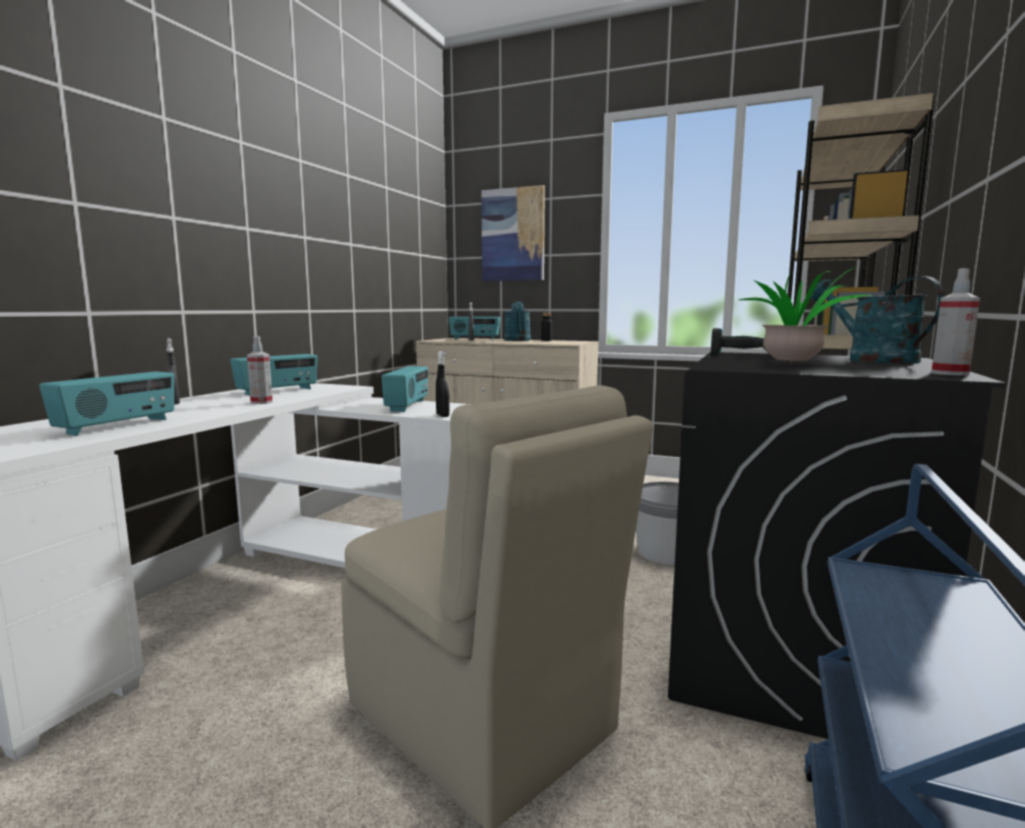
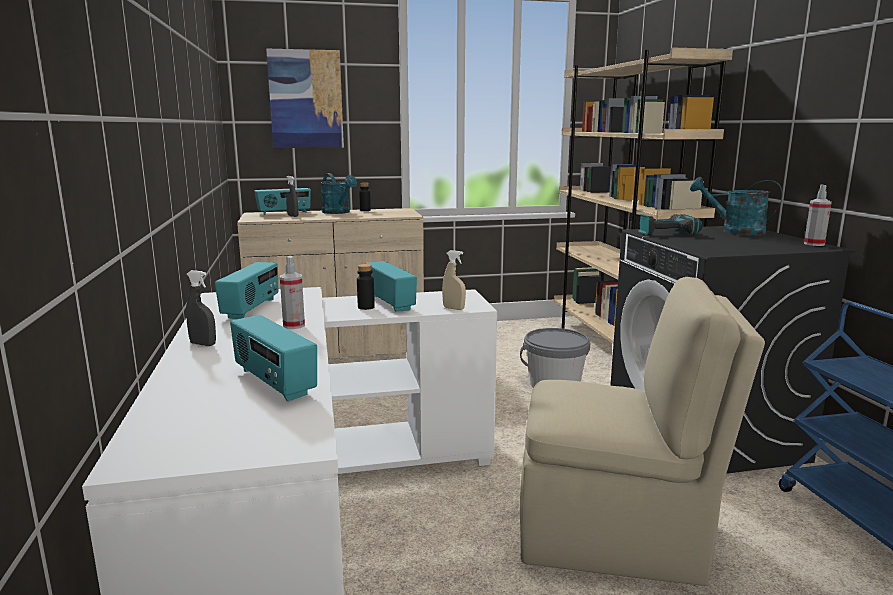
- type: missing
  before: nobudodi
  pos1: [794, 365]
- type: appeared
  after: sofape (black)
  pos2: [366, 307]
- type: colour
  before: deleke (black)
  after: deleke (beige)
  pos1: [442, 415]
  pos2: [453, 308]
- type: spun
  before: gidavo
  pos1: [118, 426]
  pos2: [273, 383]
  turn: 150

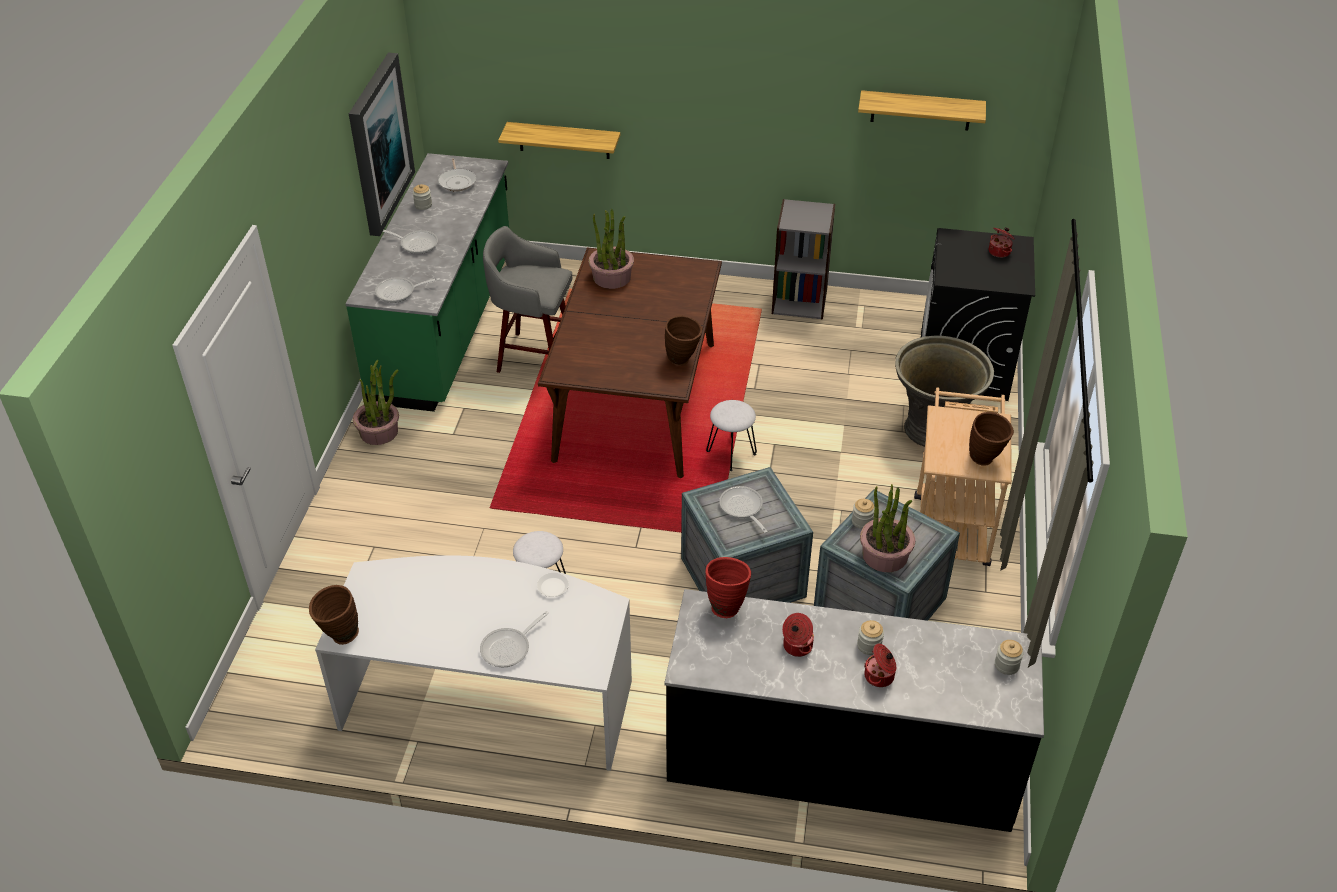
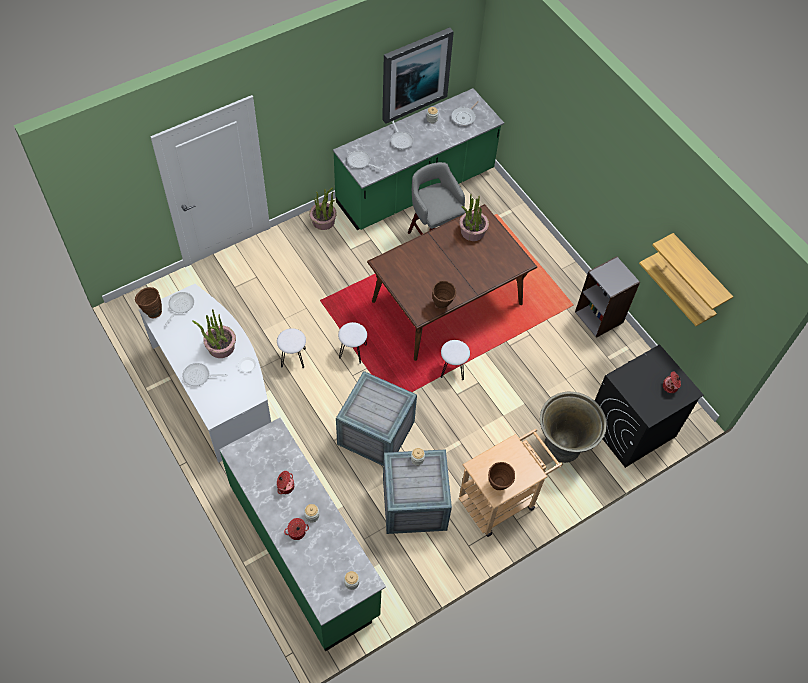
- type: missing
  before: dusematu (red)
  pos1: [726, 605]
- type: appeared
  after: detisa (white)
  pos2: [352, 351]
- type: relocated
  before: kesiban
  pos1: [564, 140]
  pos2: [684, 288]
- type: relocated
  before: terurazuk
  pos1: [742, 508]
  pos2: [180, 306]
- type: relocated
  before: nobudodi
  pos1: [884, 555]
  pos2: [220, 347]
- type: colour
  before: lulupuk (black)
  after: lulupuk (green)
  pos1: [841, 759]
  pos2: [304, 550]

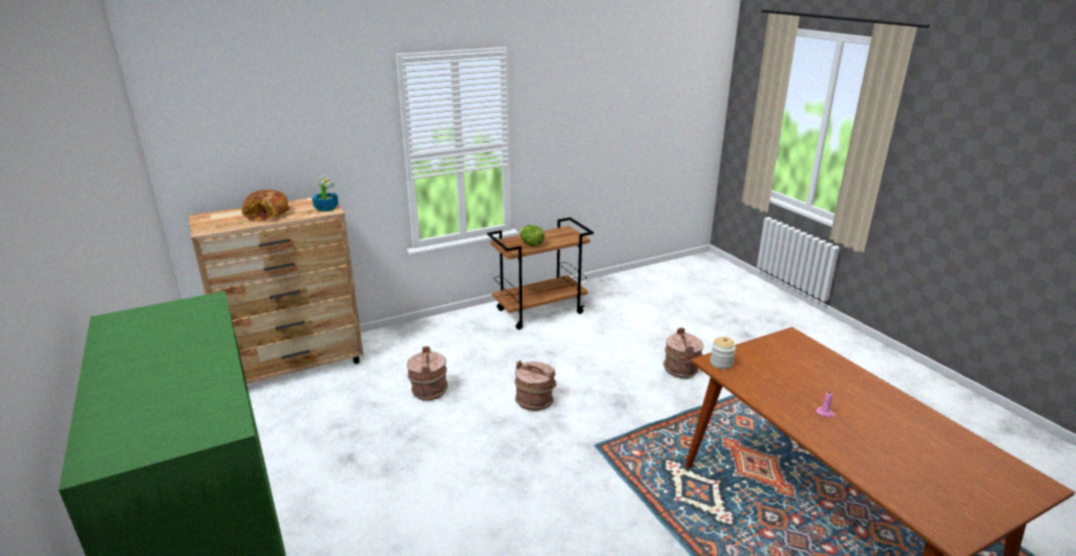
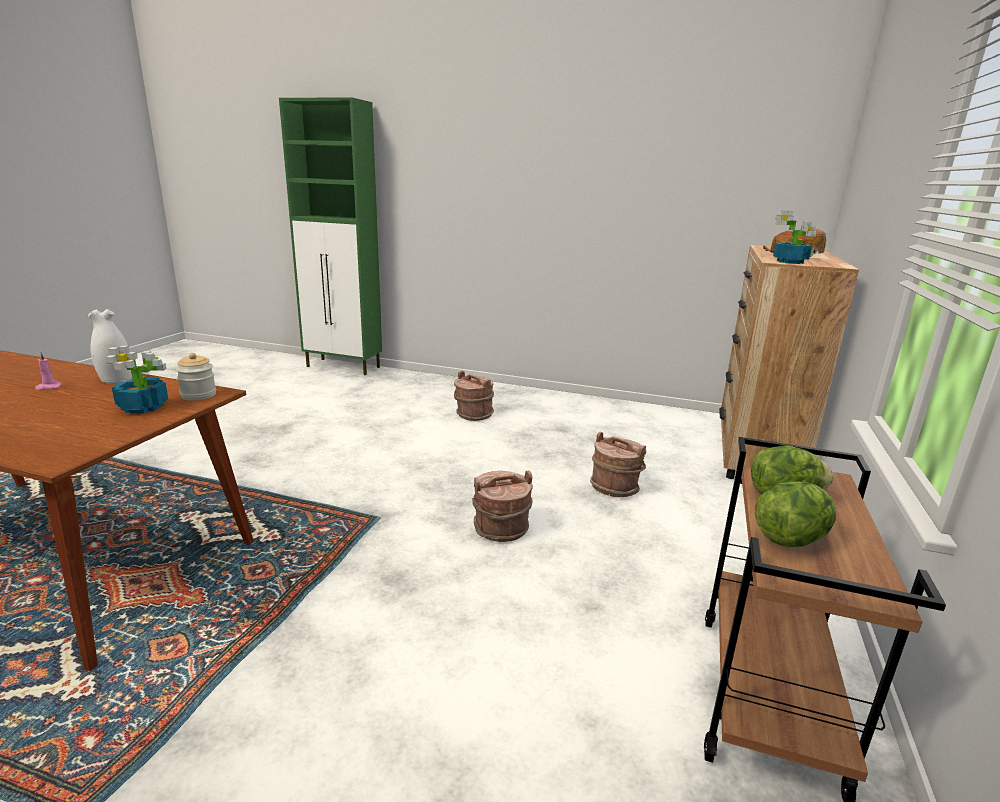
- type: appeared
  after: dusematu (white)
  pos2: [116, 379]
- type: appeared
  after: nobudodi
  pos2: [144, 407]
- type: appeared
  after: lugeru
  pos2: [790, 539]
- type: relocated
  before: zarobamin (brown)
  pos1: [681, 370]
  pos2: [473, 414]

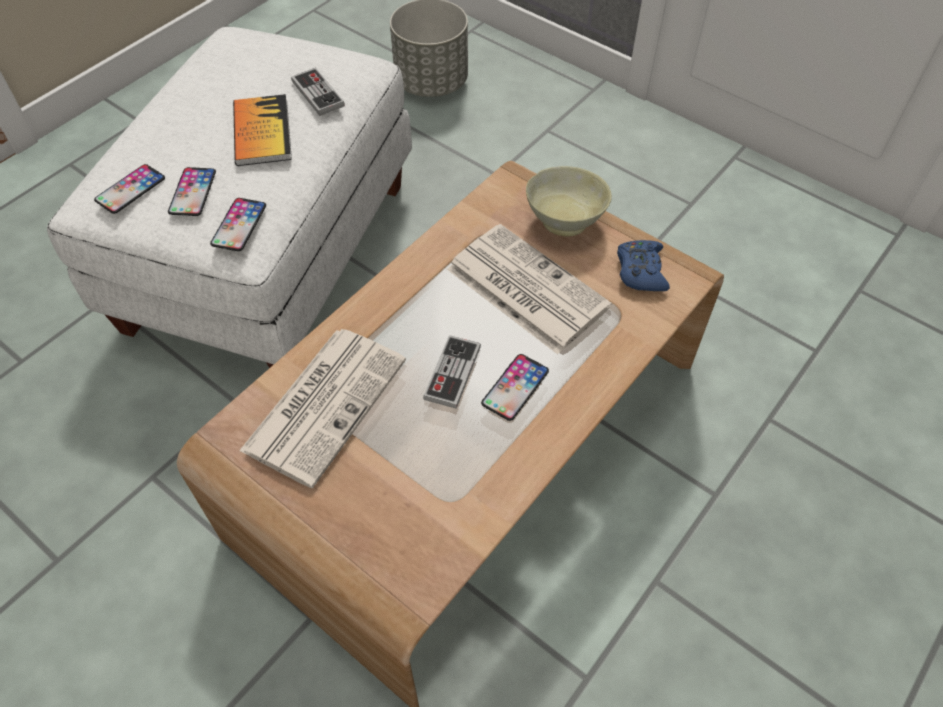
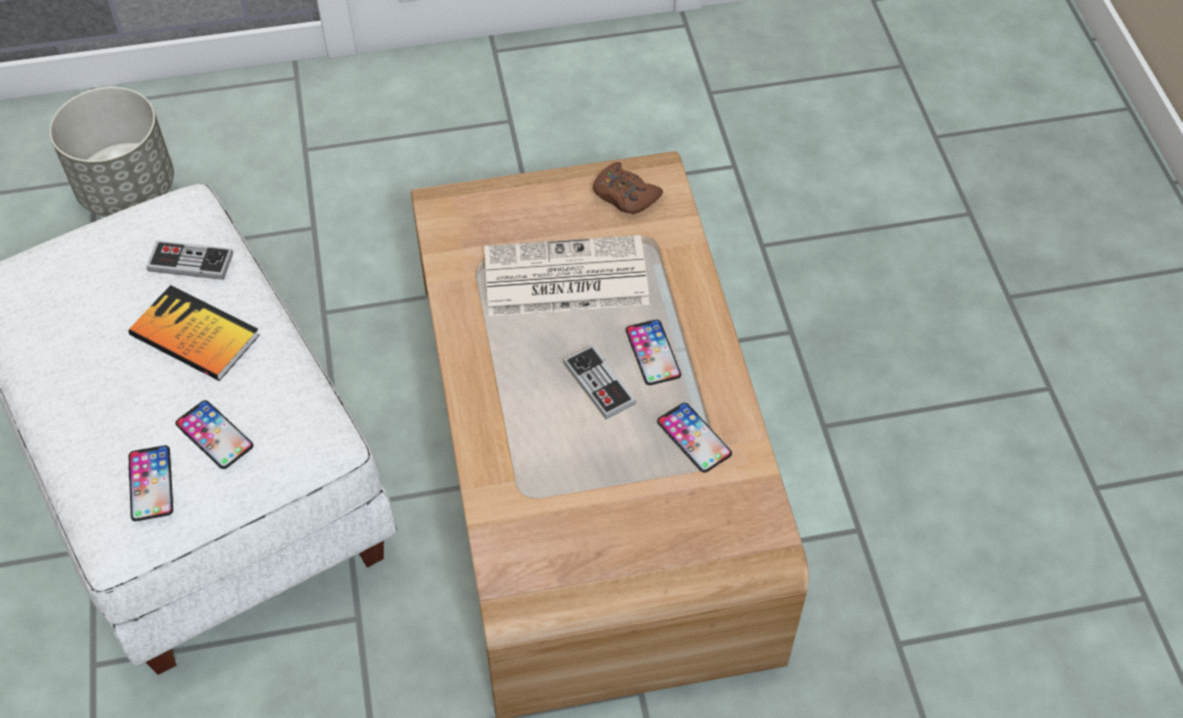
- type: missing
  before: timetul
  pos1: [325, 402]
- type: missing
  before: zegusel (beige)
  pos1: [566, 221]
- type: relocated
  before: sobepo
  pos1: [239, 225]
  pos2: [694, 438]
- type: colour
  before: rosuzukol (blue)
  after: rosuzukol (brown)
  pos1: [641, 271]
  pos2: [625, 195]

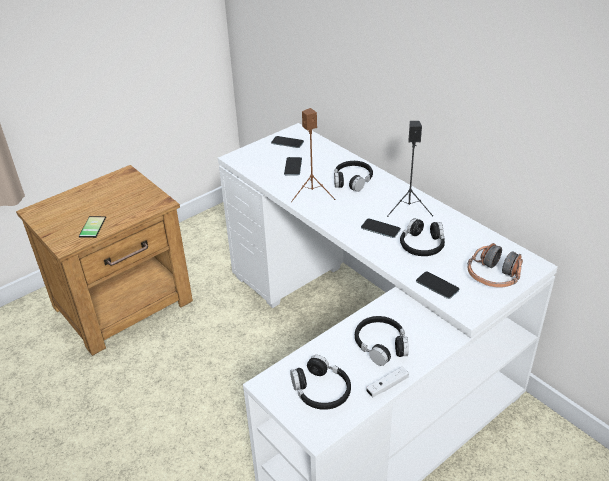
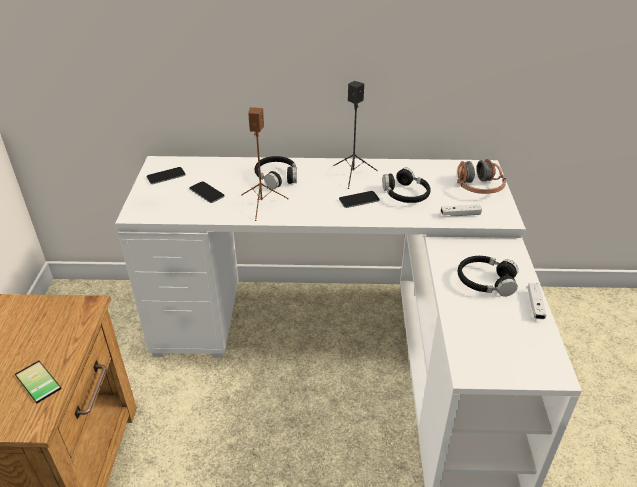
- type: missing
  before: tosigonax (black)
  pos1: [321, 391]
- type: exchanged
  before: sobepo
  after: rosuzukol (white)
  pos1: [437, 285]
  pos2: [460, 214]

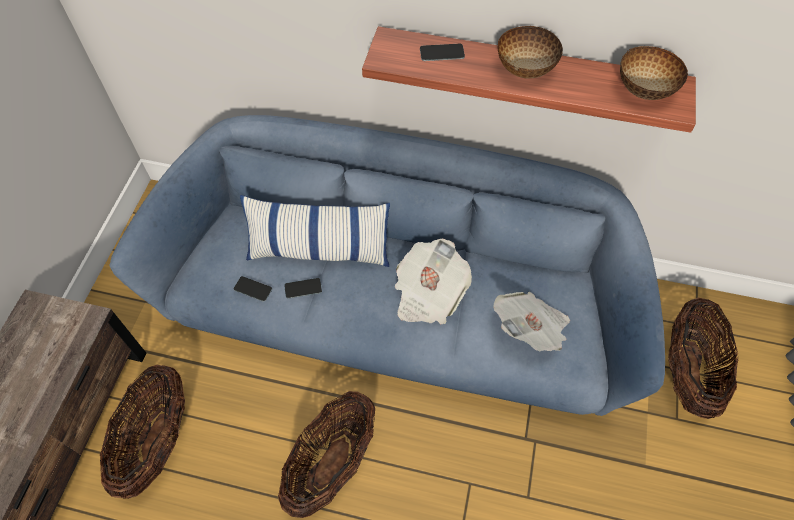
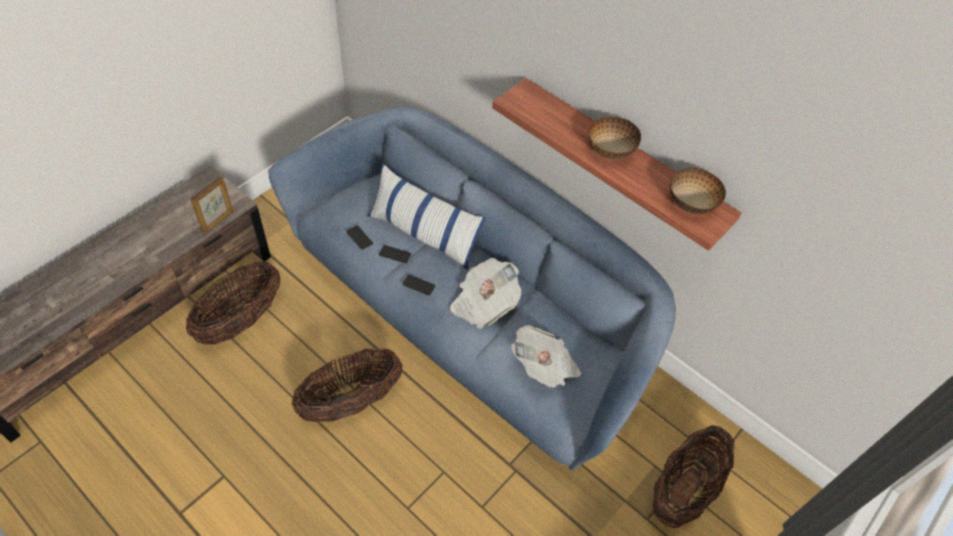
- type: appeared
  after: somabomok
  pos2: [218, 222]
- type: relocated
  before: sobepo
  pos1: [442, 53]
  pos2: [418, 285]

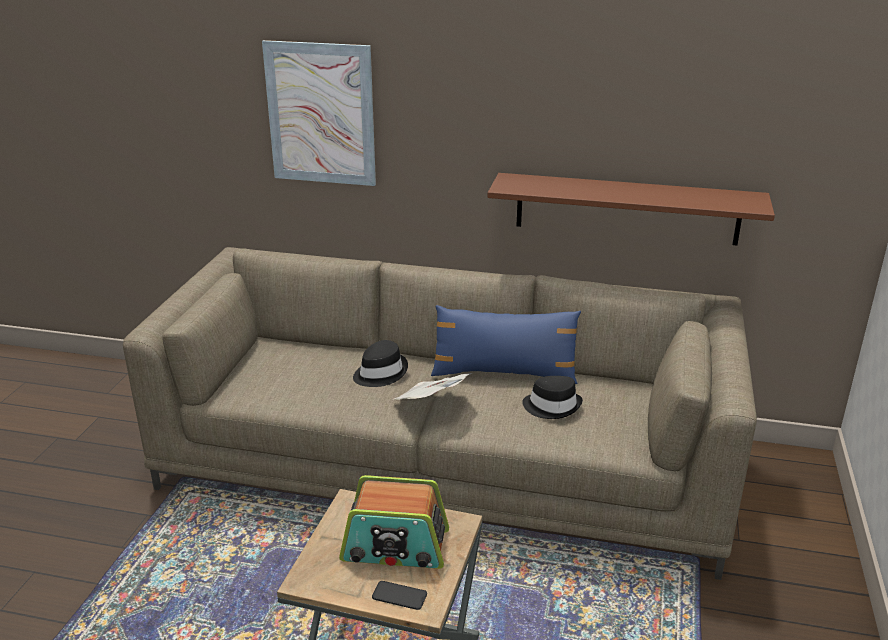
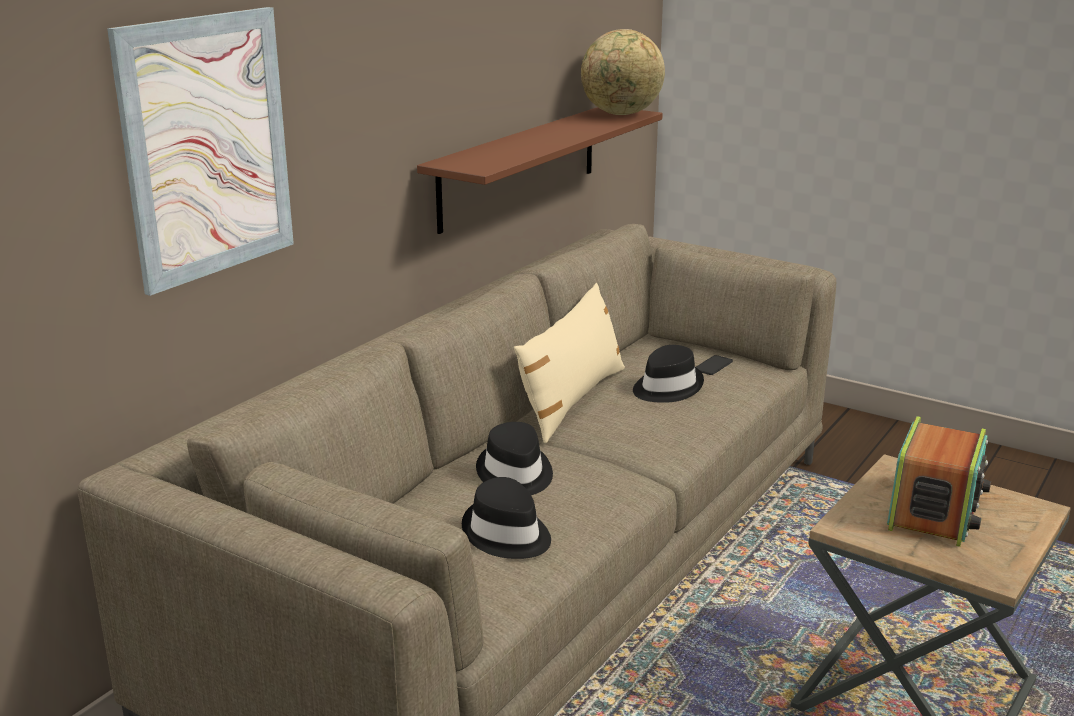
- type: missing
  before: timetul
  pos1: [432, 404]
- type: appeared
  after: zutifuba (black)
  pos2: [506, 535]
- type: appeared
  after: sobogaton
  pos2: [621, 114]
- type: relocated
  before: sobepo
  pos1: [399, 596]
  pos2: [713, 366]
- type: colour
  before: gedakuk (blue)
  after: gedakuk (beige)
  pos1: [504, 373]
  pos2: [571, 400]

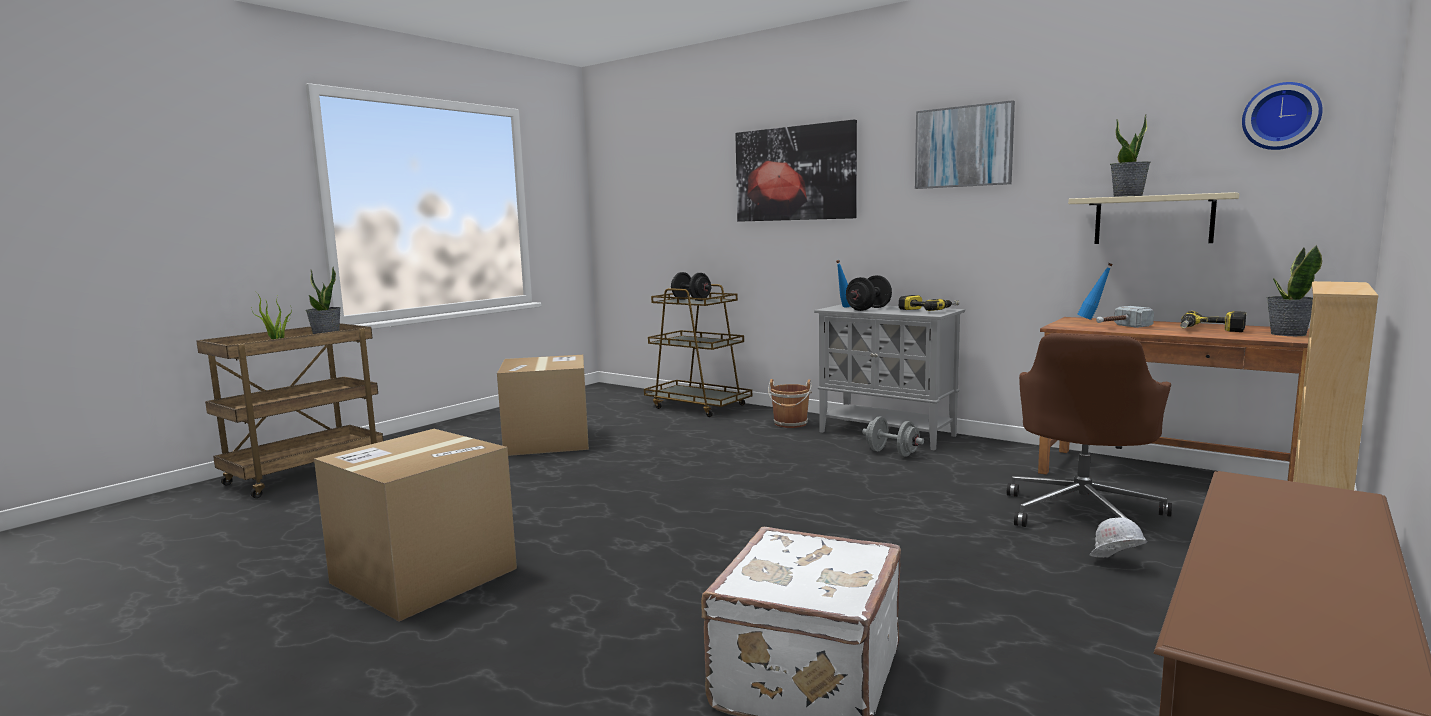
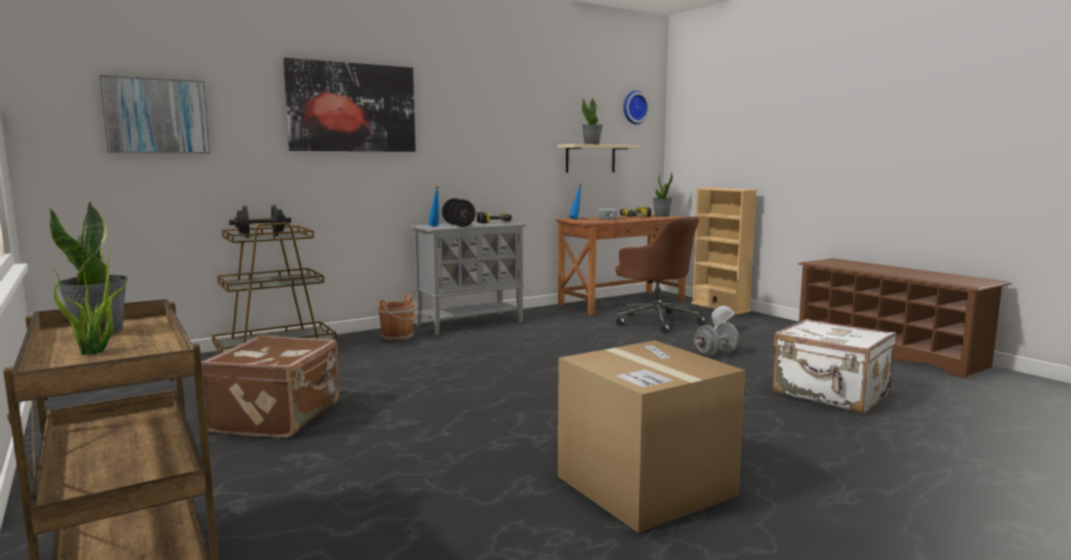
- type: relocated
  before: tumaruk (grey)
  pos1: [892, 453]
  pos2: [716, 353]
- type: relocated
  before: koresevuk
  pos1: [963, 147]
  pos2: [156, 116]
- type: exchanged
  before: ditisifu
  after: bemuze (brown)
  pos1: [547, 441]
  pos2: [279, 417]

